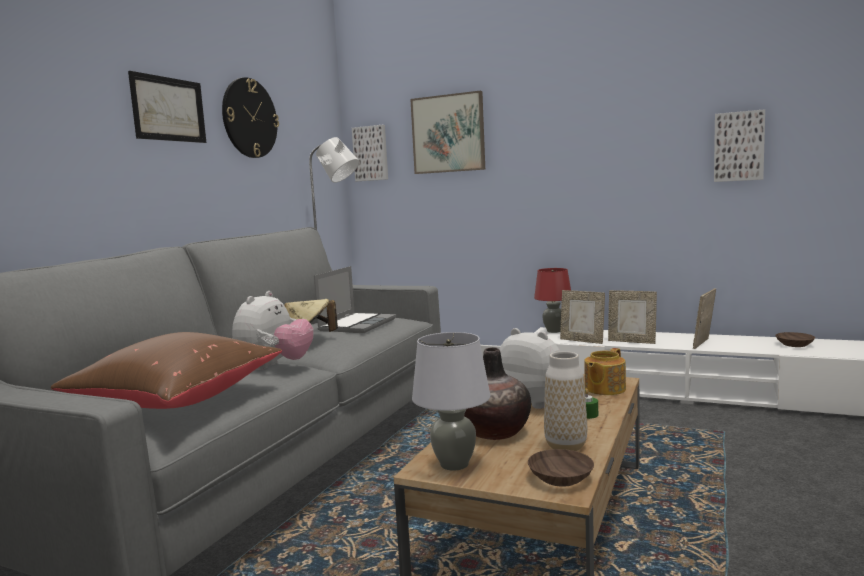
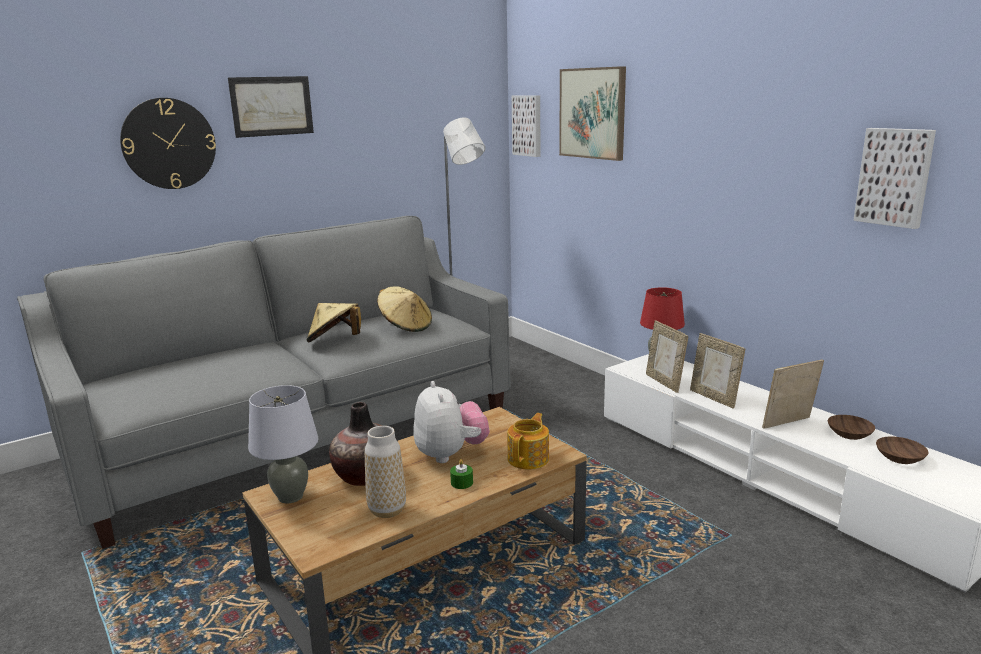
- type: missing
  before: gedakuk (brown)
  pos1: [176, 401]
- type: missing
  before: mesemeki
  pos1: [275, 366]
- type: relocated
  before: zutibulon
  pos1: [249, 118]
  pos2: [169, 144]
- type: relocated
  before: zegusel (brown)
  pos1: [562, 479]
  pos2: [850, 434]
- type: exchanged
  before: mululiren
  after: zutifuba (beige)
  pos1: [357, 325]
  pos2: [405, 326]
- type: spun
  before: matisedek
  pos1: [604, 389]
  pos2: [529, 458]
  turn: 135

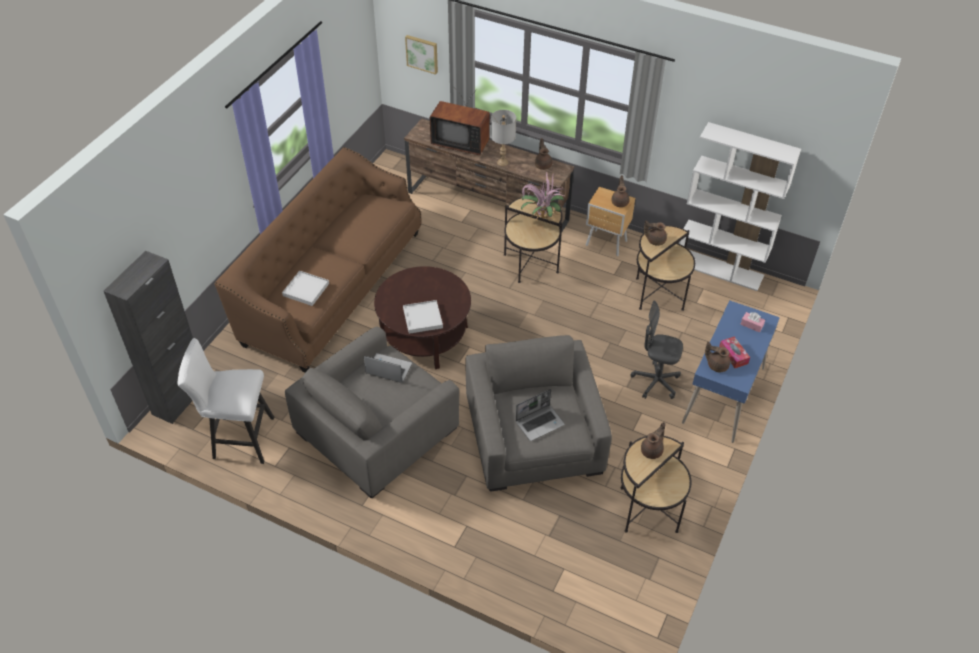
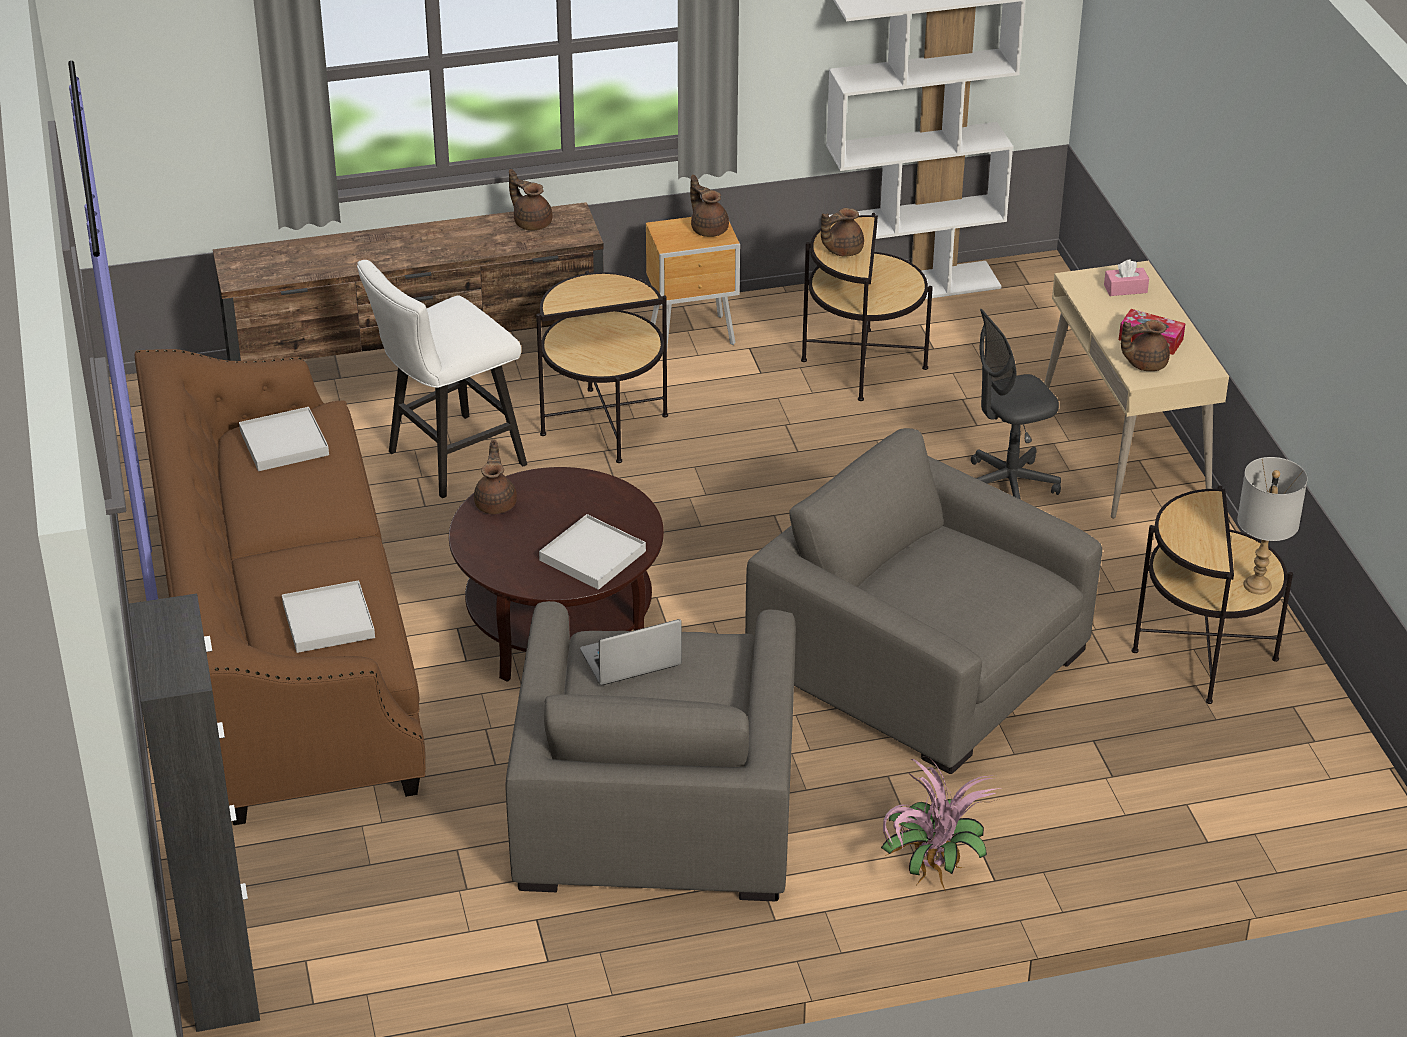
- type: missing
  before: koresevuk
  pos1: [422, 53]
- type: missing
  before: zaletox
  pos1: [461, 142]
- type: missing
  before: mululiren
  pos1: [540, 423]
- type: appeared
  after: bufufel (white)
  pos2: [284, 443]
- type: relocated
  before: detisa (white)
  pos1: [238, 439]
  pos2: [447, 460]
- type: relocated
  before: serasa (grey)
  pos1: [502, 162]
  pos2: [1257, 585]
- type: relocated
  before: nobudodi
  pos1: [541, 217]
  pos2: [931, 872]
- type: relocated
  before: matisedek (brown)
  pos1: [652, 450]
  pos2: [496, 503]
- type: colour
  before: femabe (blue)
  after: femabe (beige)
  pos1: [724, 395]
  pos2: [1124, 450]

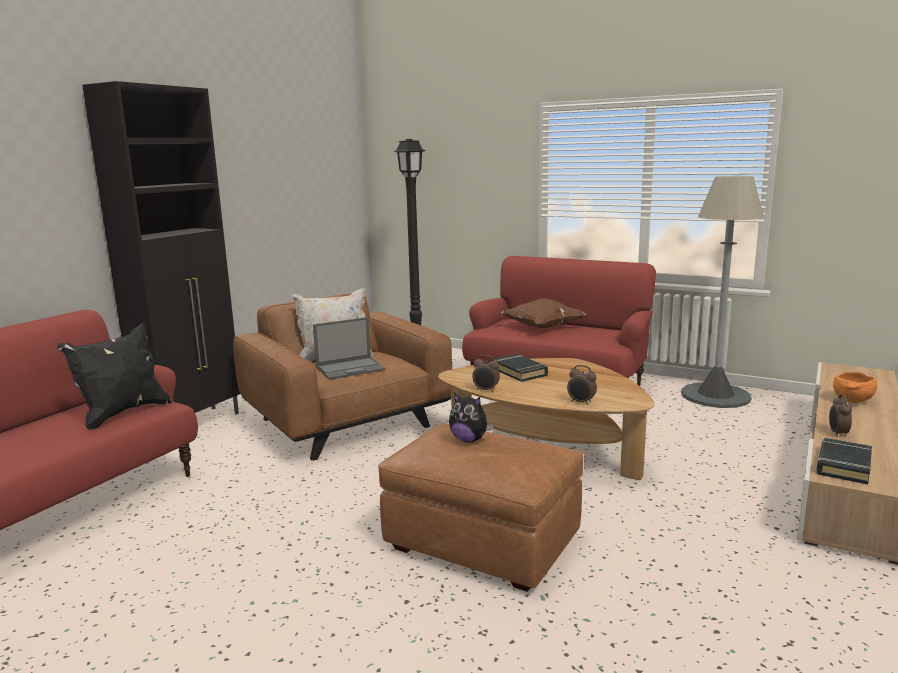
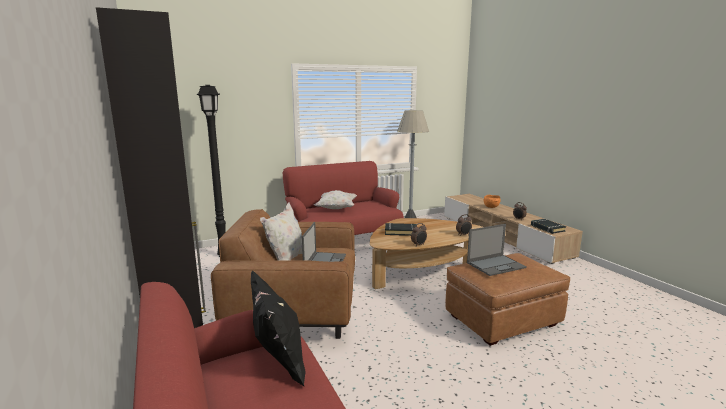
- type: exchanged
  before: mesemeki
  after: mululiren
  pos1: [469, 440]
  pos2: [496, 265]
- type: colour
  before: gedakuk (brown)
  after: gedakuk (white)
  pos1: [543, 328]
  pos2: [336, 209]

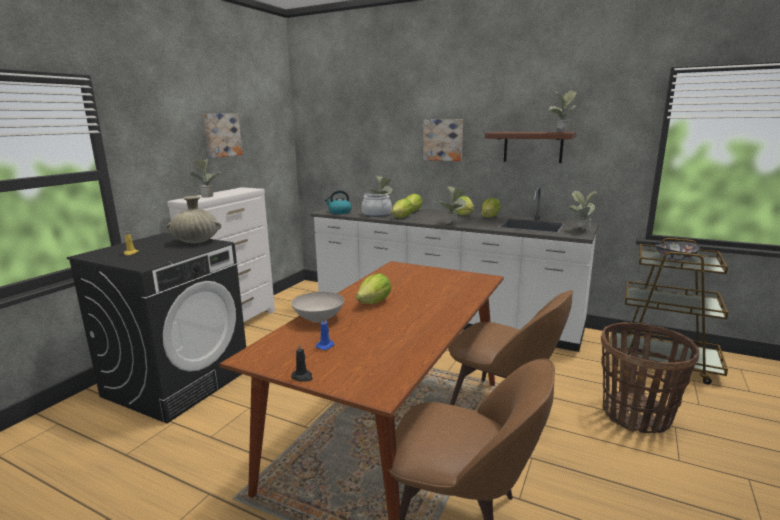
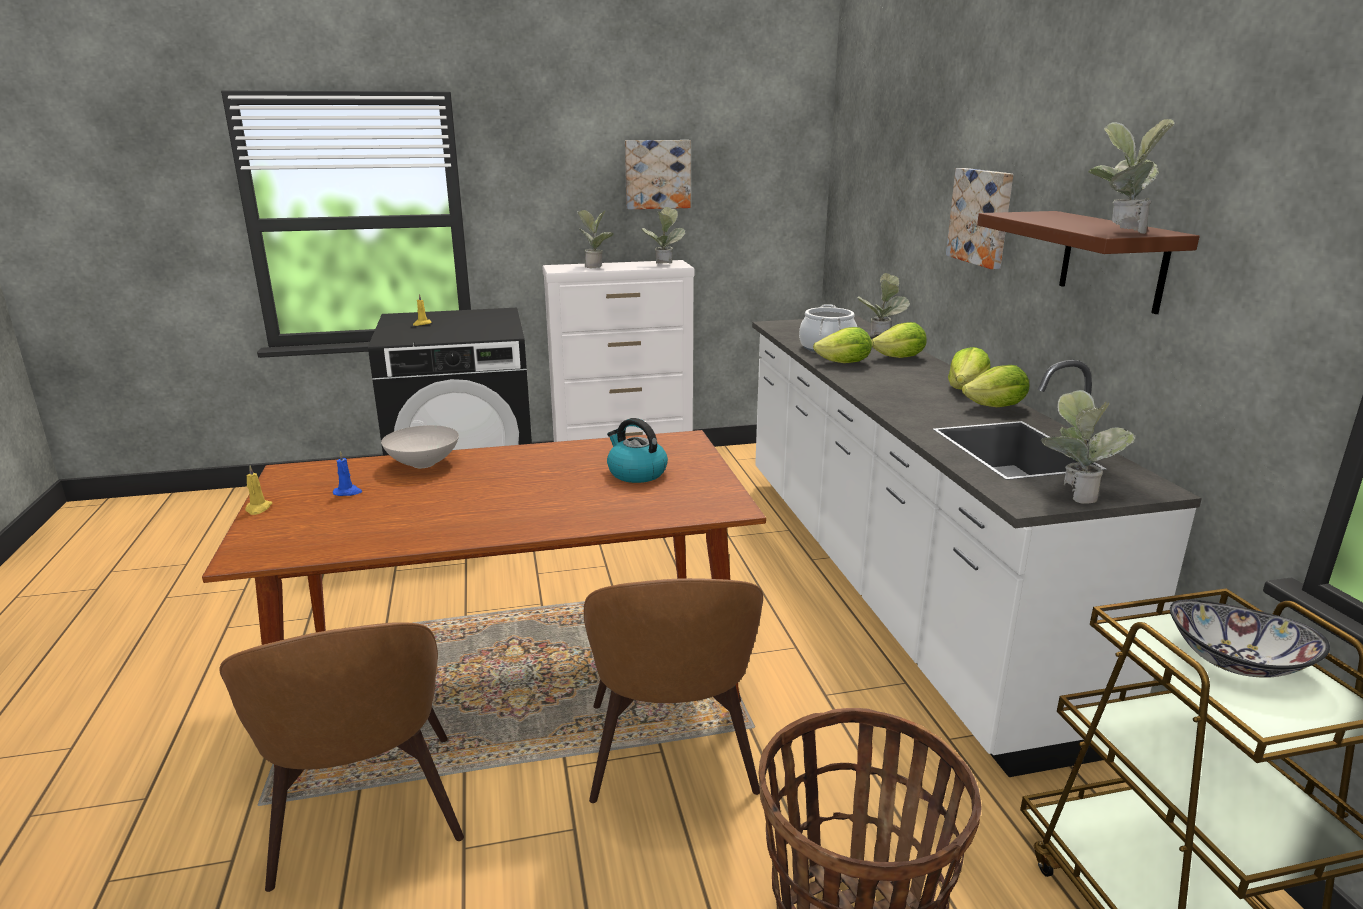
- type: missing
  before: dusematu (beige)
  pos1: [196, 241]
- type: missing
  before: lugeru
  pos1: [374, 302]
- type: relocated
  before: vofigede
  pos1: [339, 212]
  pos2: [636, 473]
- type: relocated
  before: nobudodi
  pos1: [453, 223]
  pos2: [664, 265]
- type: colour
  before: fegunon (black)
  after: fegunon (yellow)
  pos1: [302, 377]
  pos2: [258, 508]

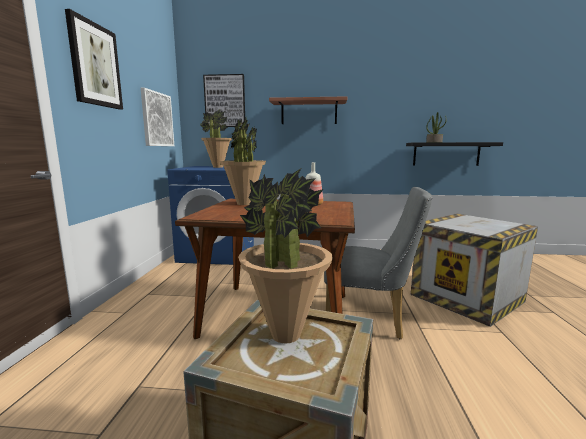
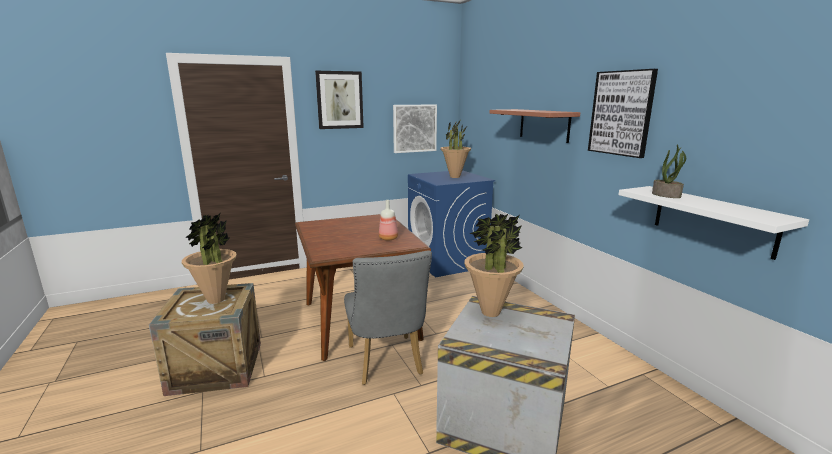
- type: relocated
  before: koresevuk
  pos1: [225, 101]
  pos2: [621, 113]
- type: relocated
  before: nobudodi
  pos1: [244, 203]
  pos2: [491, 312]
- type: colour
  before: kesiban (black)
  after: kesiban (white)
  pos1: [446, 154]
  pos2: [712, 220]

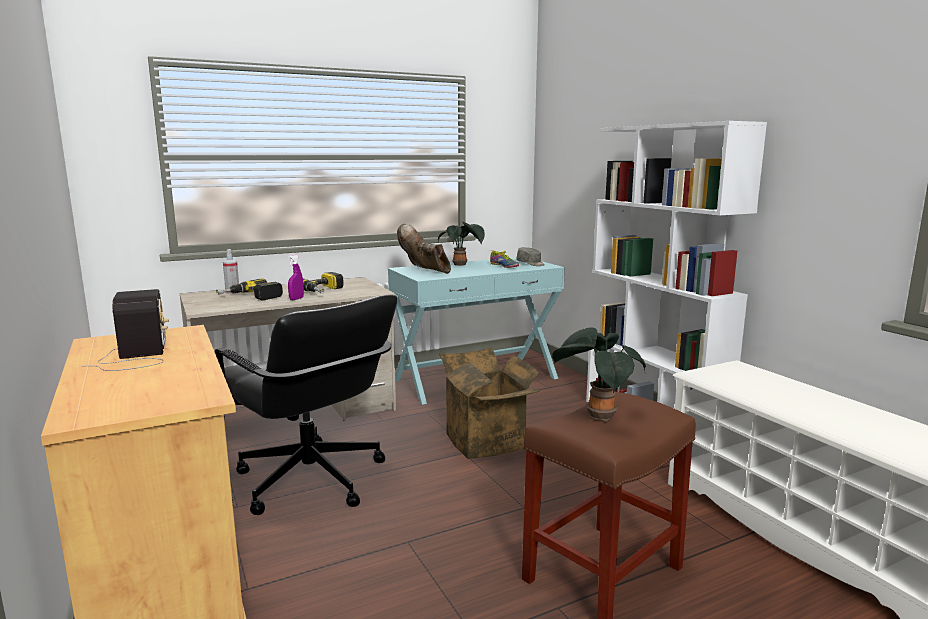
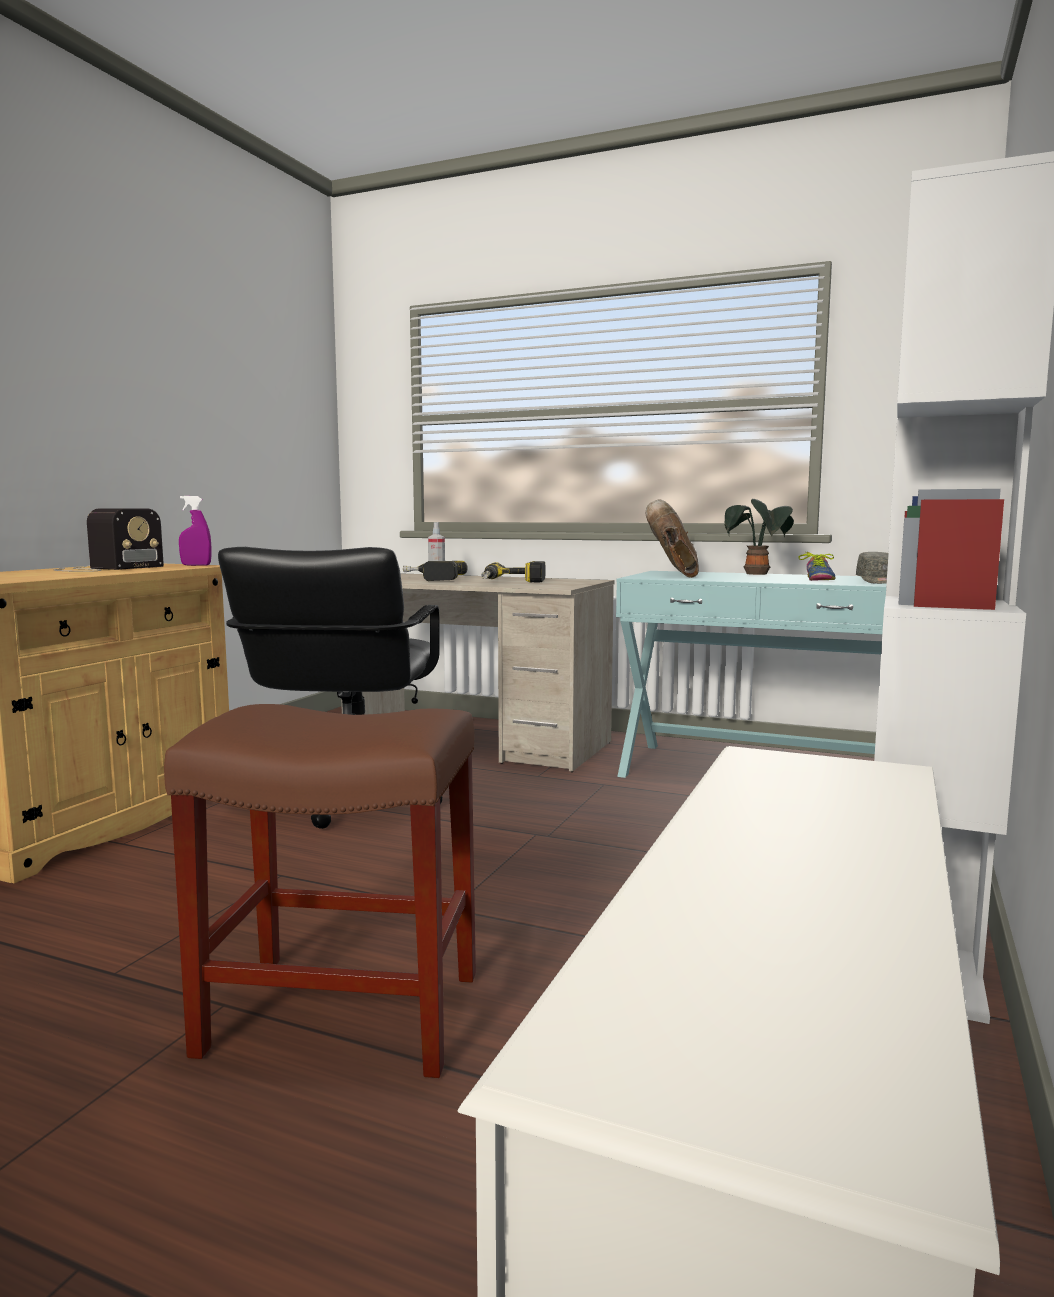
- type: missing
  before: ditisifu
  pos1: [489, 441]
- type: missing
  before: nobudodi
  pos1: [597, 415]
- type: relocated
  before: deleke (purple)
  pos1: [296, 299]
  pos2: [196, 565]

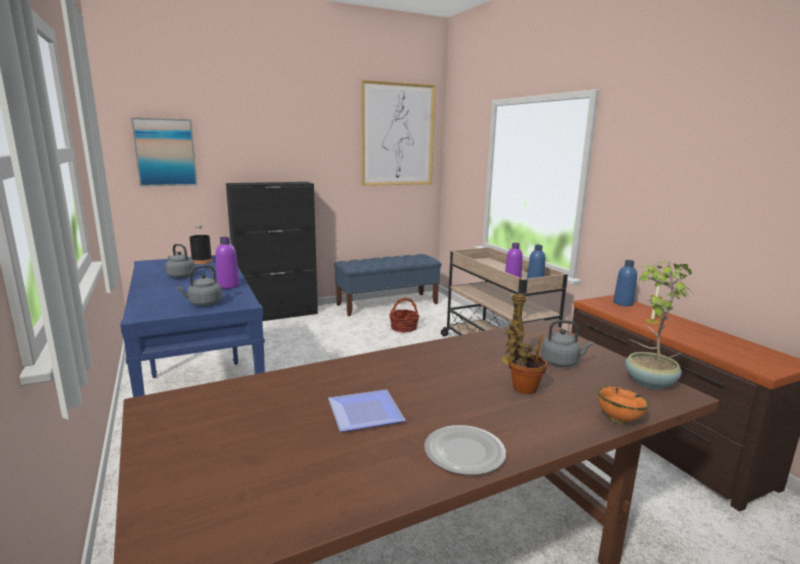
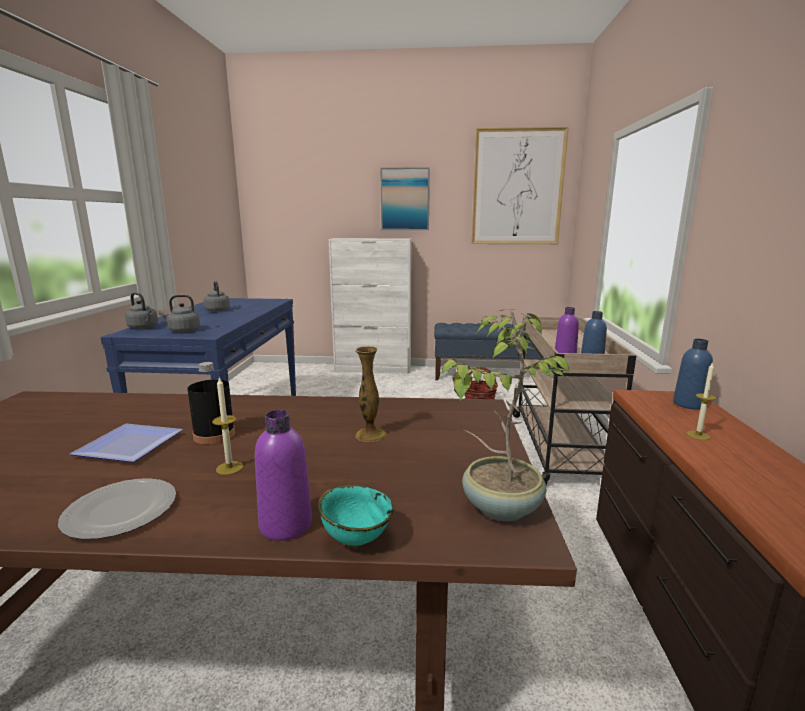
- type: missing
  before: nobudodi
  pos1: [522, 387]
- type: appeared
  after: fegunon
  pos2: [229, 468]
- type: relocated
  before: koresevuk
  pos1: [165, 152]
  pos2: [405, 199]
- type: relocated
  before: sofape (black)
  pos1: [202, 261]
  pos2: [214, 435]
- type: relocated
  before: sofape (purple)
  pos1: [228, 286]
  pos2: [286, 525]
- type: relocated
  before: vofigede (grey)
  pos1: [561, 362]
  pos2: [144, 327]
- type: colour
  before: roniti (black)
  after: roniti (white)
  pos1: [278, 315]
  pos2: [373, 369]
- type: colour
  before: zegusel (orange)
  after: zegusel (turquoise)
  pos1: [618, 419]
  pos2: [355, 538]

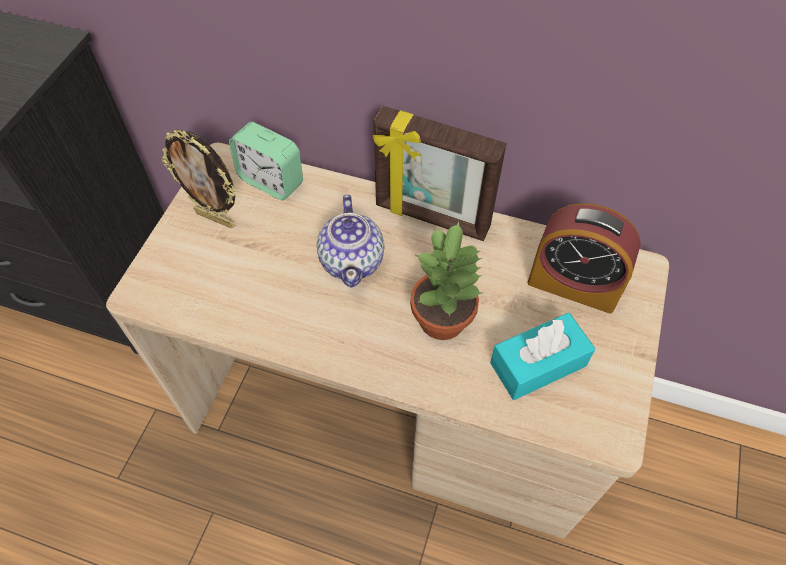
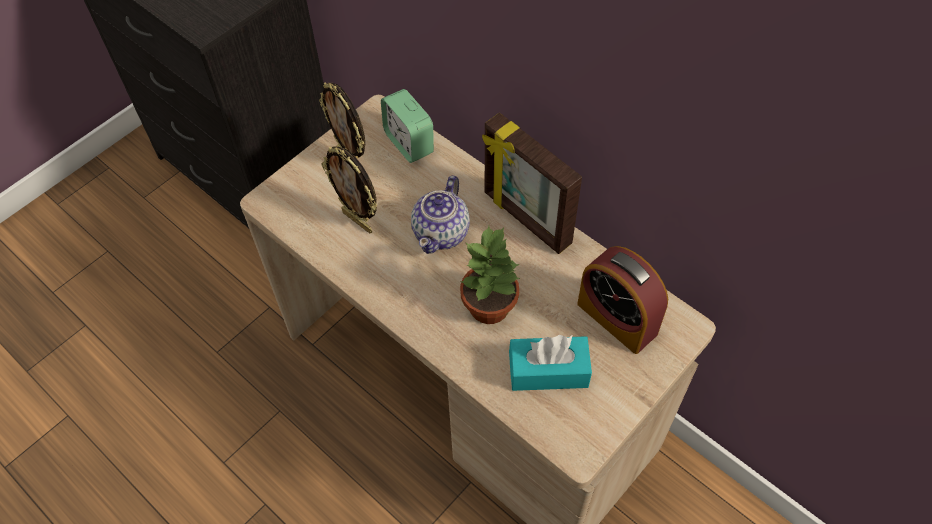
- type: appeared
  after: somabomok
  pos2: [358, 221]

